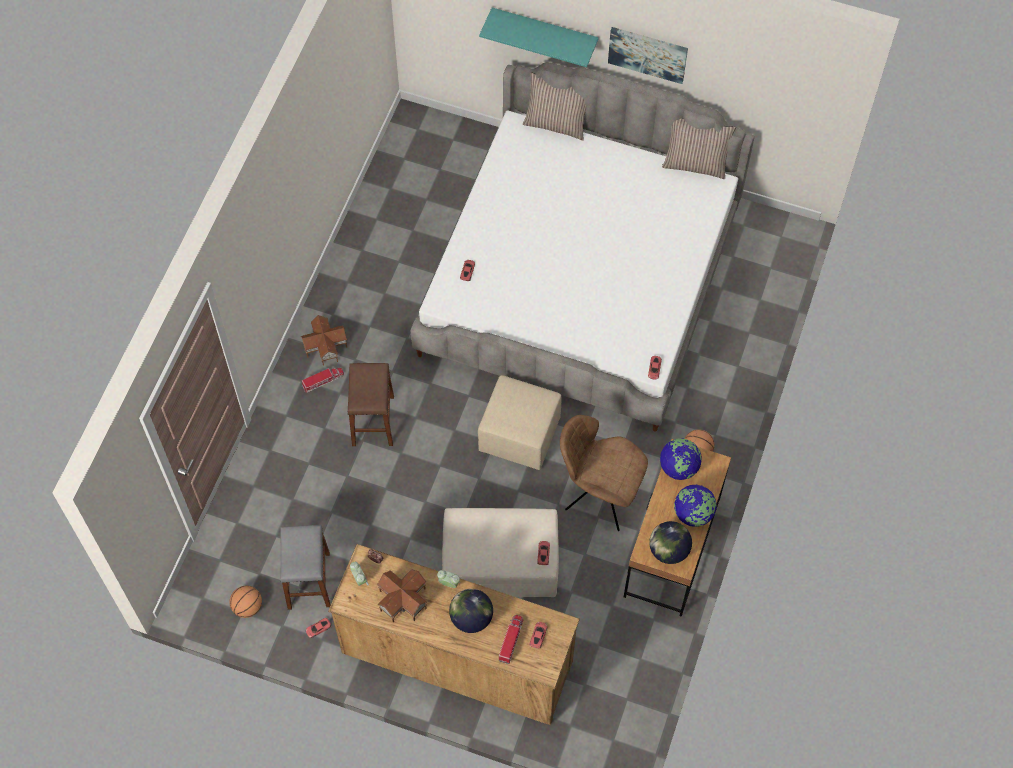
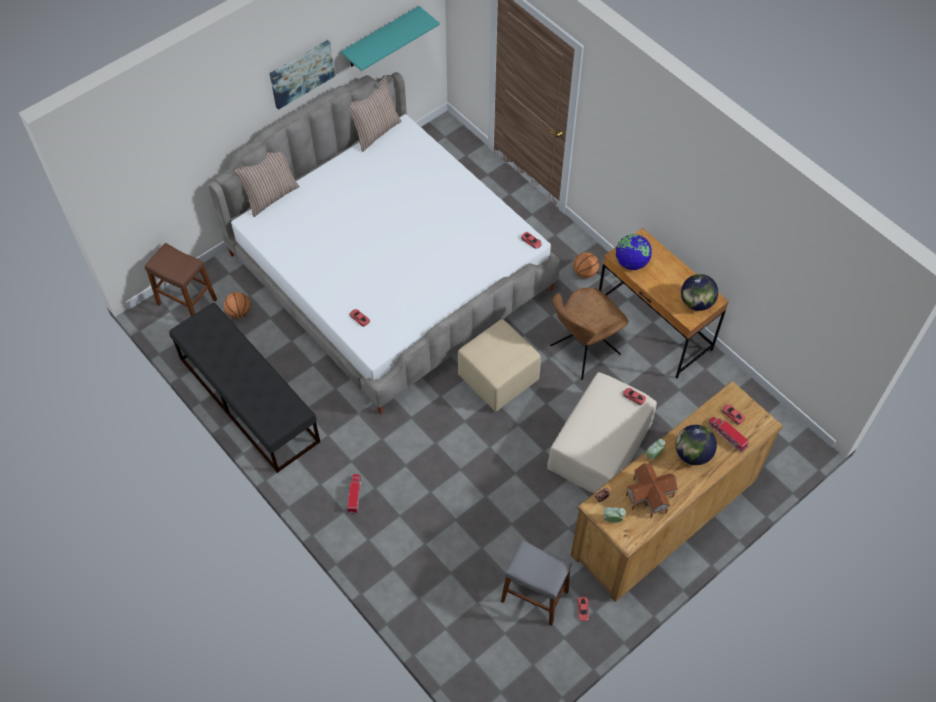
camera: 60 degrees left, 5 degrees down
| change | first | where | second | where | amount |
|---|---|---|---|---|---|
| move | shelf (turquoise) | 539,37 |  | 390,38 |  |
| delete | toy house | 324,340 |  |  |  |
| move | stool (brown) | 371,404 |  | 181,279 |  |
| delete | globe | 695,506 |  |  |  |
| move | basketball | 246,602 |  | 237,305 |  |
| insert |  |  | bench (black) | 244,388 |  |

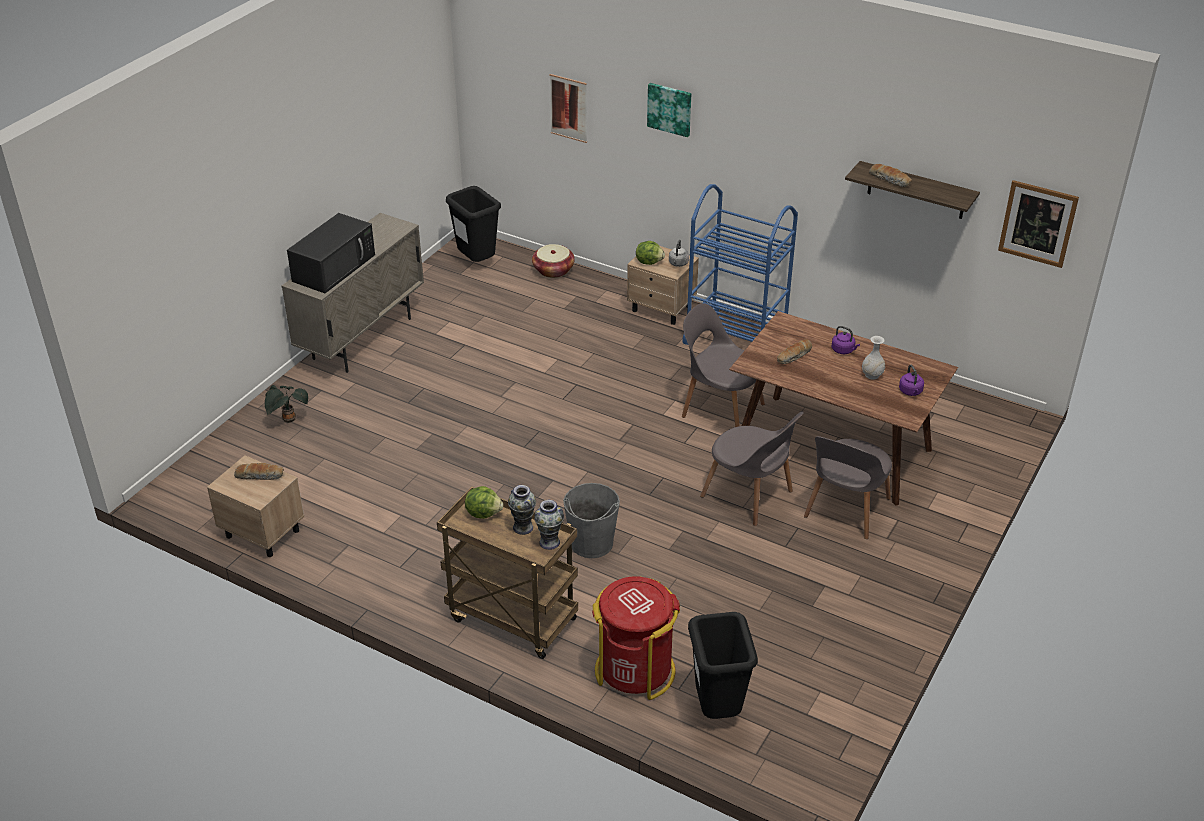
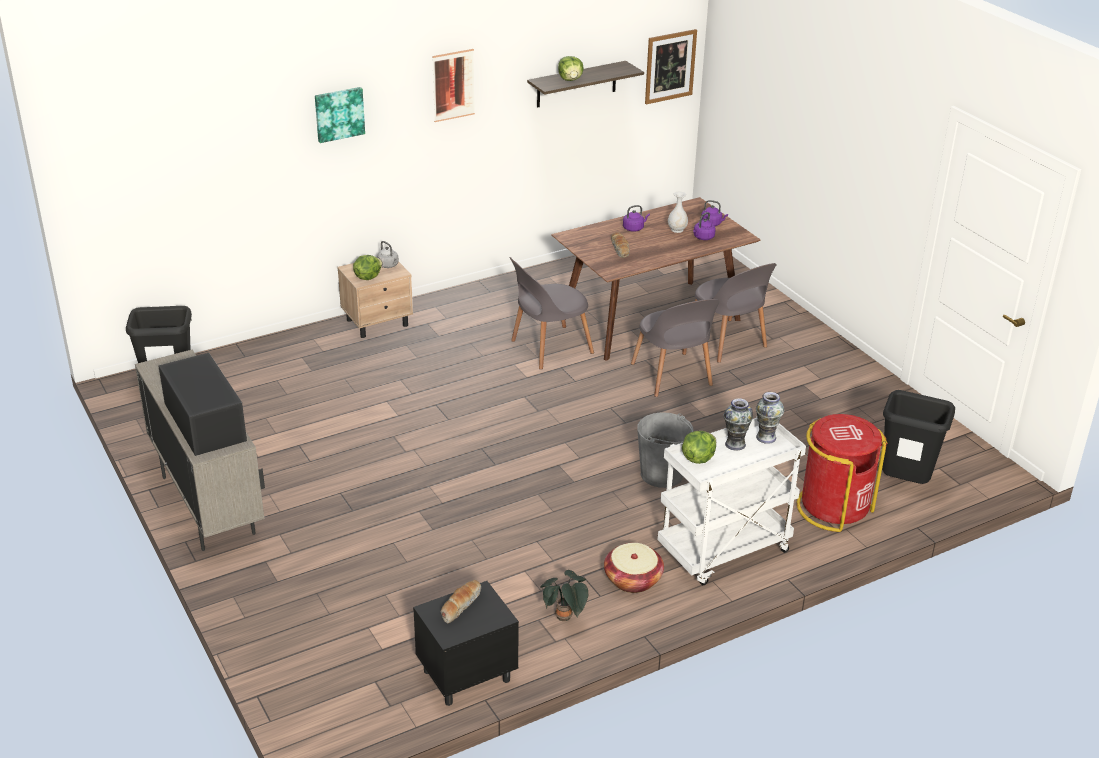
camera: 60 degrees left, 5 degrees down
| change | first | where | second | where | amount |
|---|---|---|---|---|---|
| move | picture | 568,108 |  | 453,85 |  |
| replace | bread | 890,175 | lettuce | 571,68 |  |
| delete | cart (blue) | 740,264 |  |  |  |
| move | basket | 553,261 |  | 634,568 |  |
| move | potted plant | 286,404 |  | 564,595 |  |
| rotate | chair (grey) | 752,468 |  | 675,348 | 90 degrees clockwise |
| recolor | nightstand (beige) | 255,506 | nightstand (black) | 466,643 |  |
| recolor | cart (brown) | 507,572 | cart (white) | 731,500 |  |
| insert |  |  | kettle (purple) | 704,226 |  |

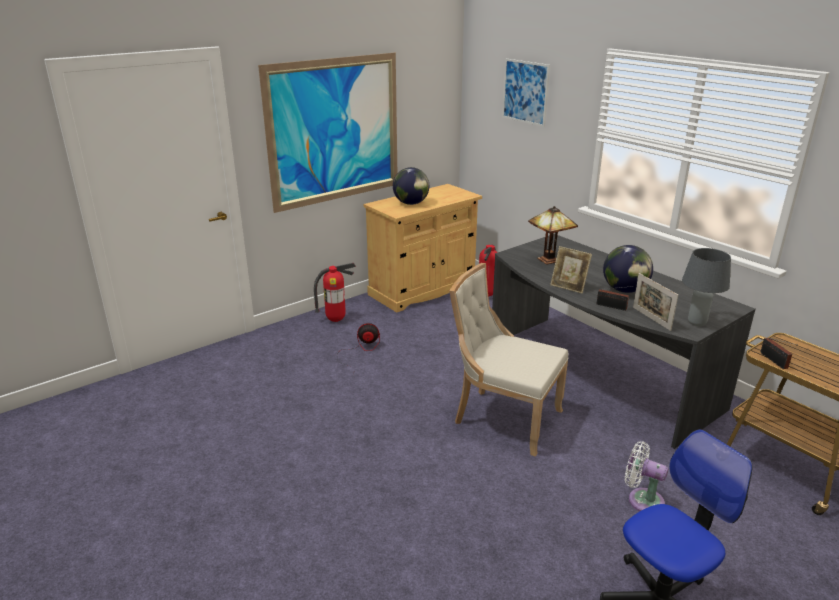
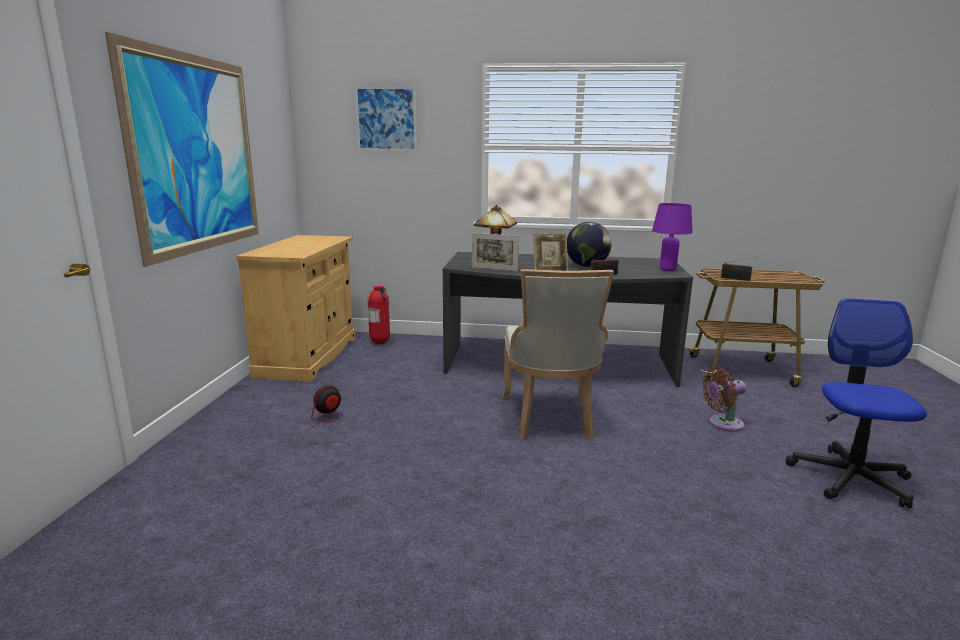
camera: 45 degrees left, 10 degrees down
| change | first | where | second | where | amount |
|---|---|---|---|---|---|
| delete | globe | 411,186 |  |  |  |
| recolor | table lamp (grey) | 706,287 | table lamp (purple) | 672,237 |  |
| delete | fire extinguisher | 335,292 |  |  |  |
| rotate | chair (beige) | 509,360 |  | 558,354 | 75 degrees counterclockwise |
| move | picture frame | 655,302 |  | 495,252 |  |
| recolor | fan (white) | 646,476 | fan (brown) | 724,399 |  |

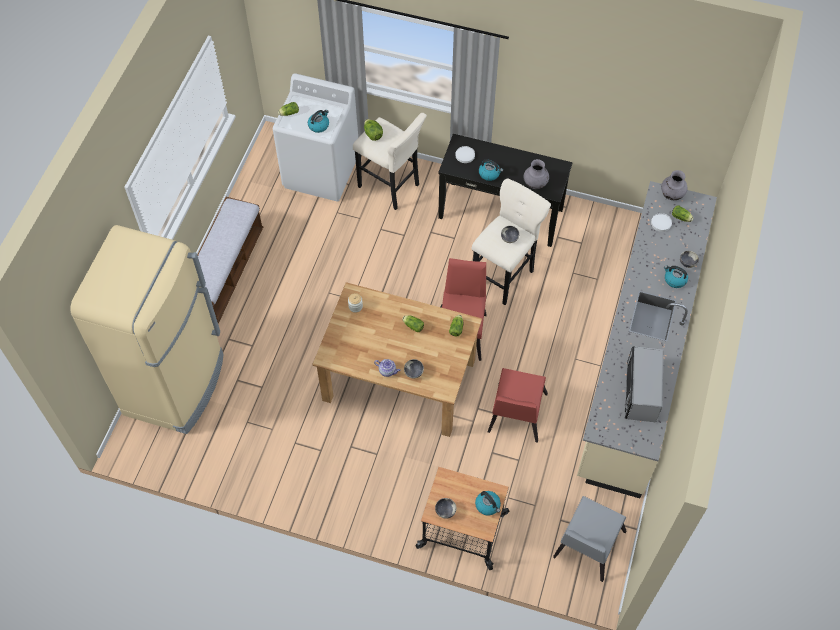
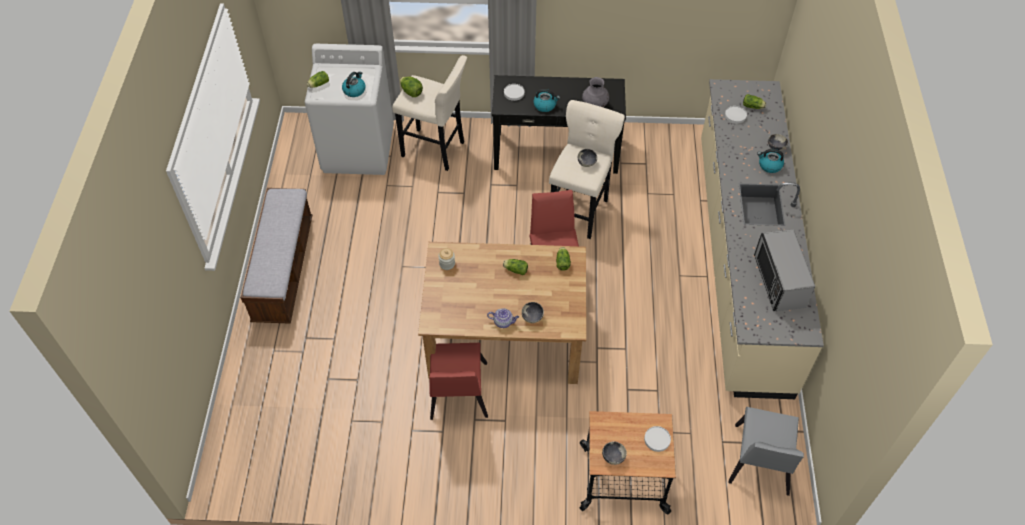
camera: 15 degrees left, 5 degrees down
| change | first | where | second | where | amount |
|---|---|---|---|---|---|
| delete | vase (grey) | 674,185 |  |  |  |
| delete | fridge (beige) | 147,329 |  |  |  |
| move | chair (red) | 518,405 |  | 458,381 |  |
| replace | kettle | 488,503 | plate (white) | 657,439 |  |

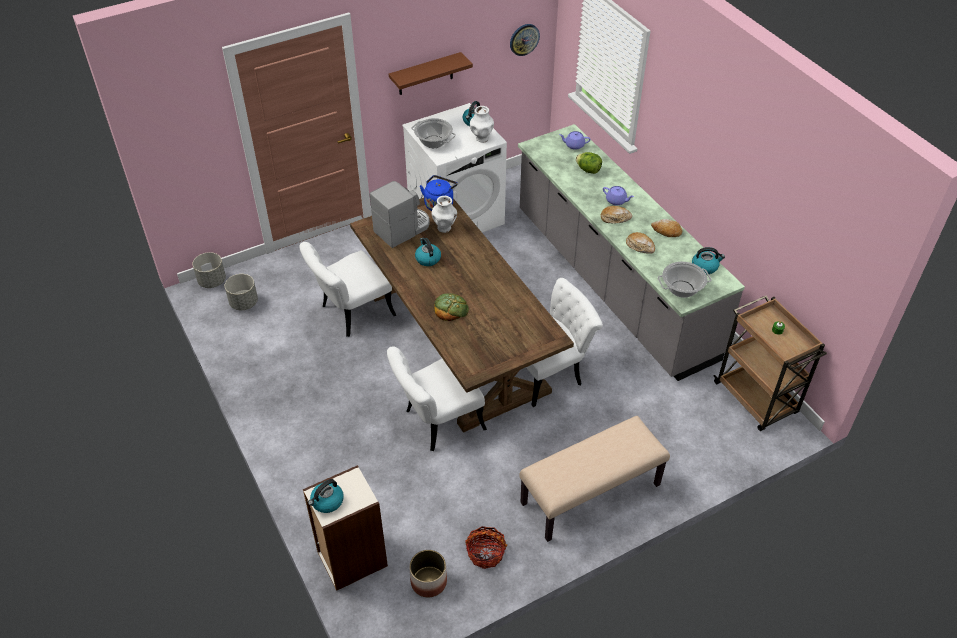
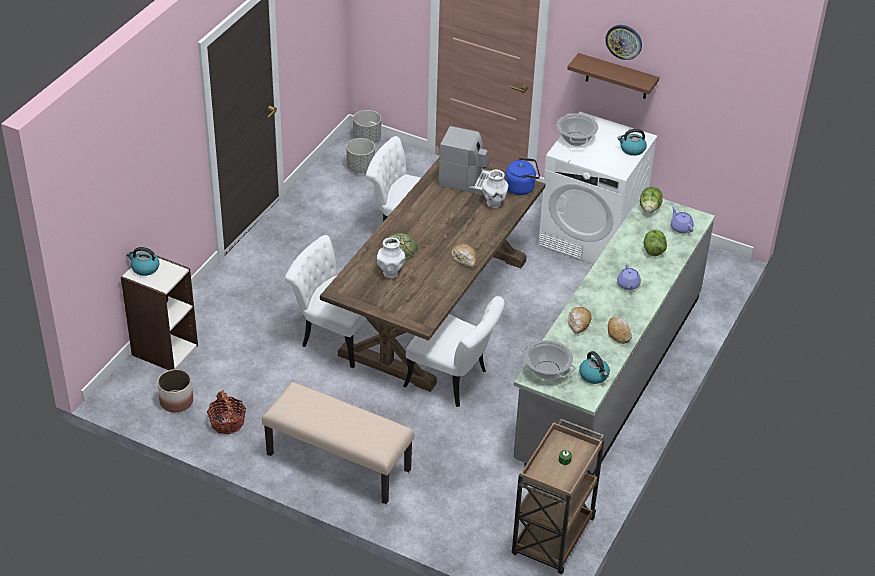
camera: 55 degrees right, 5 degrees down
| change | first | where | second | where | amount |
|---|---|---|---|---|---|
| move | wall clock | 525,40 |  | 623,42 |  |
| move | vase (white) | 482,124 |  | 391,258 |  |
| move | bread | 616,214 |  | 464,255 |  |
| delete | kettle | 428,252 |  |  |  |
| insert |  |  | lettuce | 651,200 |  |

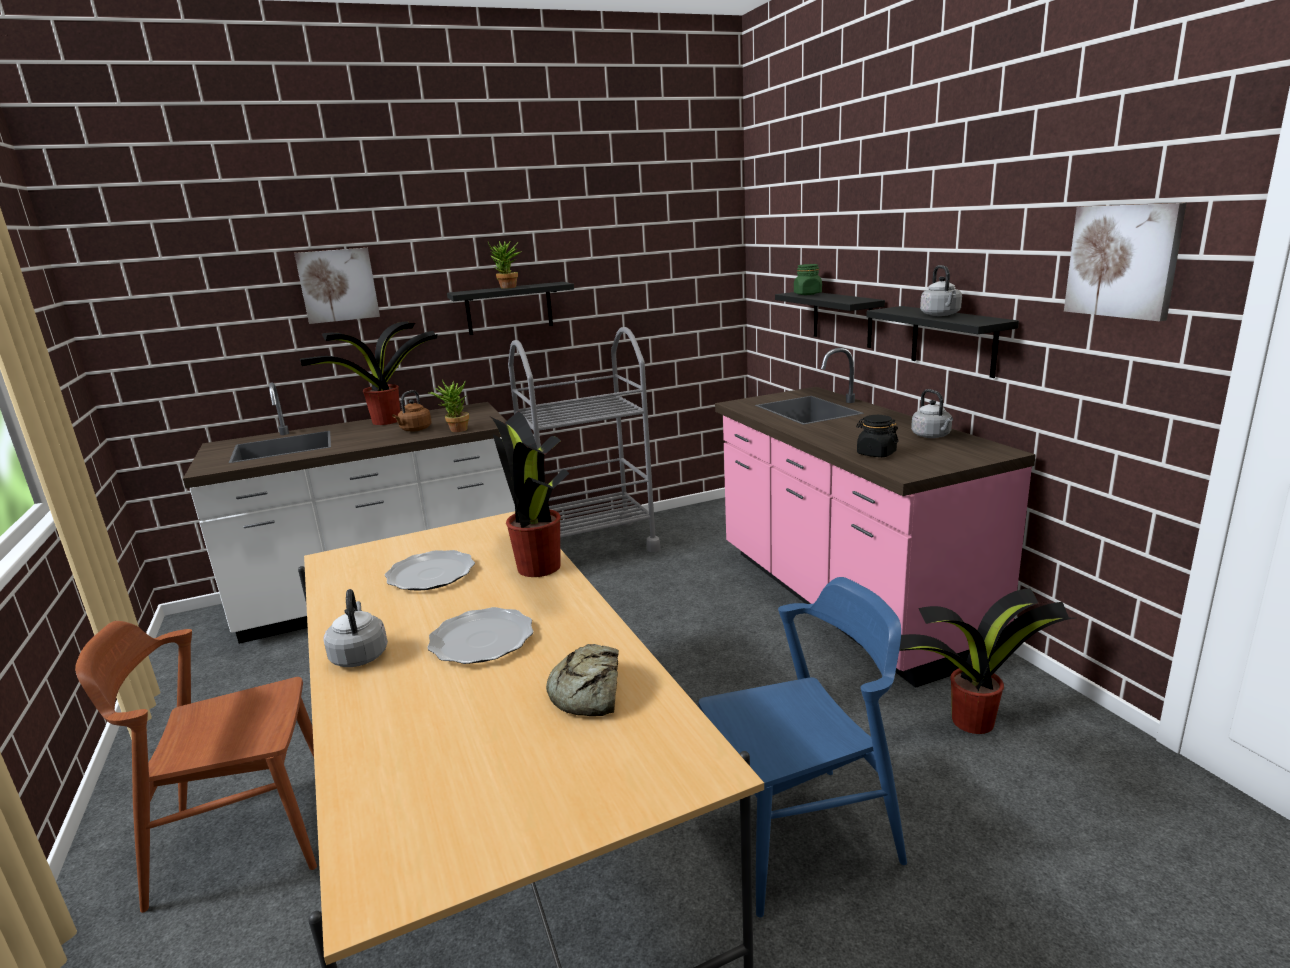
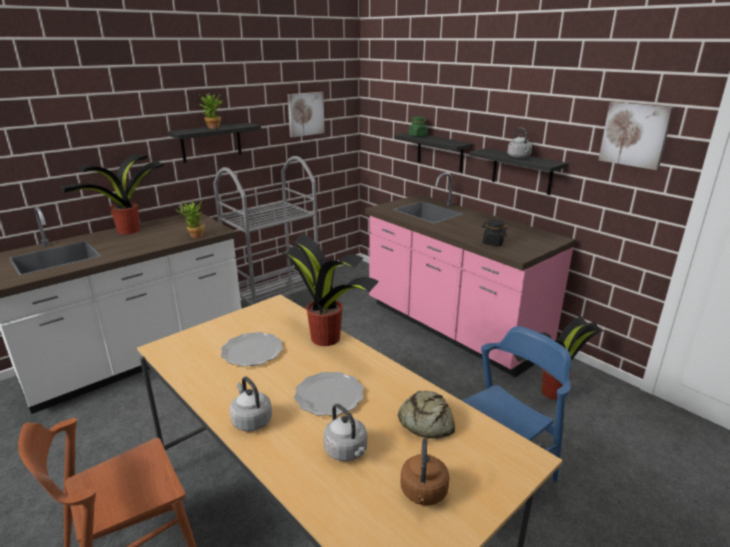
camera: 20 degrees left, 5 degrees up
| change | first | where | second | where | amount |
|---|---|---|---|---|---|
| move | picture | 337,286 |  | 306,114 |  |
| move | kettle (grey) | 932,413 |  | 345,432 |  |
| move | kettle (brown) | 412,411 |  | 424,471 |  |

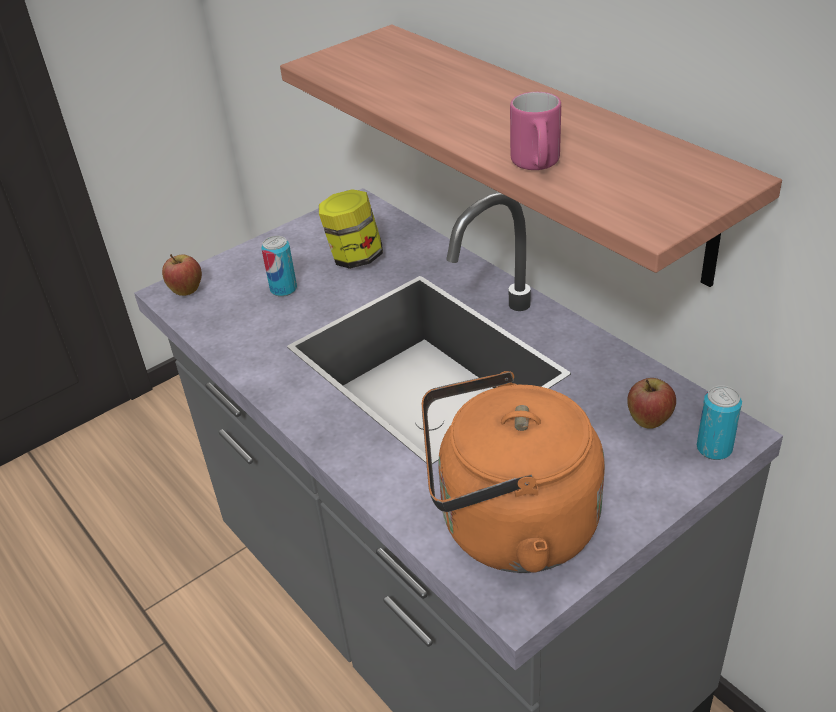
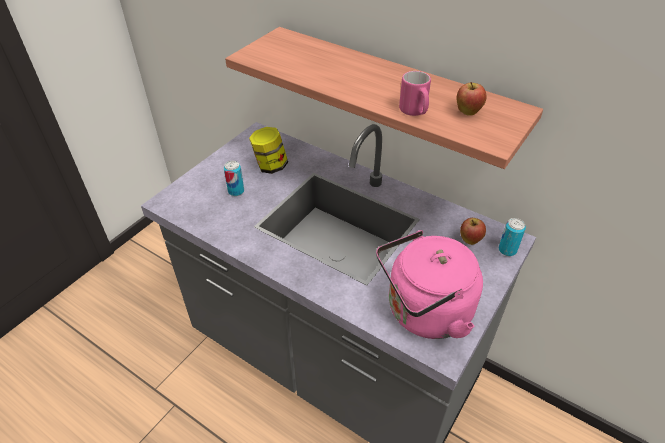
camera: 20 degrees left, 5 degrees up
| change | first | where | second | where | amount |
|---|---|---|---|---|---|
| move | apple | 182,275 |  | 472,99 |  |
| recolor | kettle (orange) | 513,472 | kettle (pink) | 429,284 |  |

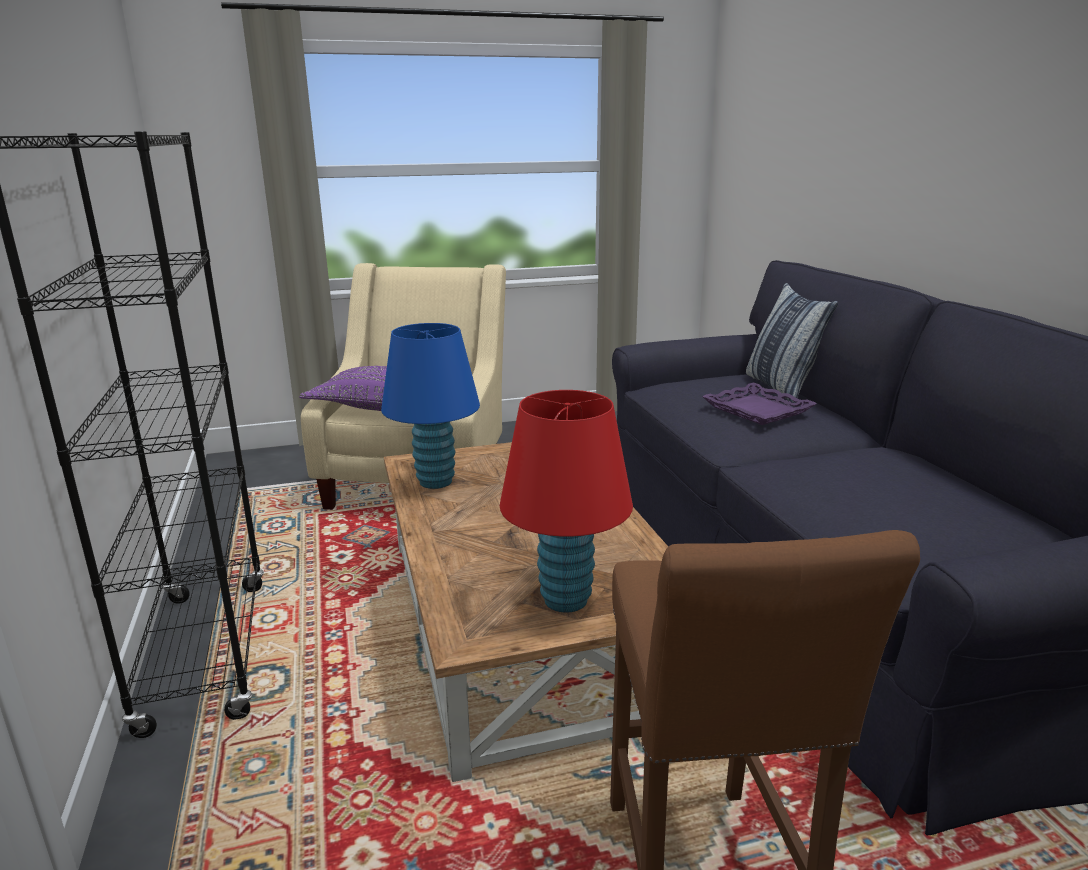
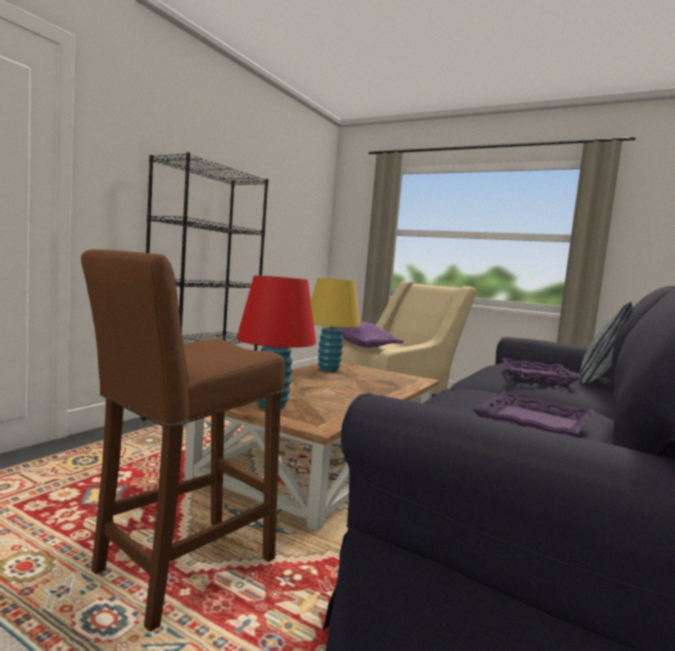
camera: 45 degrees right, 15 degrees down
| change | first | where | second | where | amount |
|---|---|---|---|---|---|
| recolor | table lamp (blue) | 430,406 | table lamp (yellow) | 335,325 |  |
| insert |  |  | tray (purple) | 533,414 |  |

